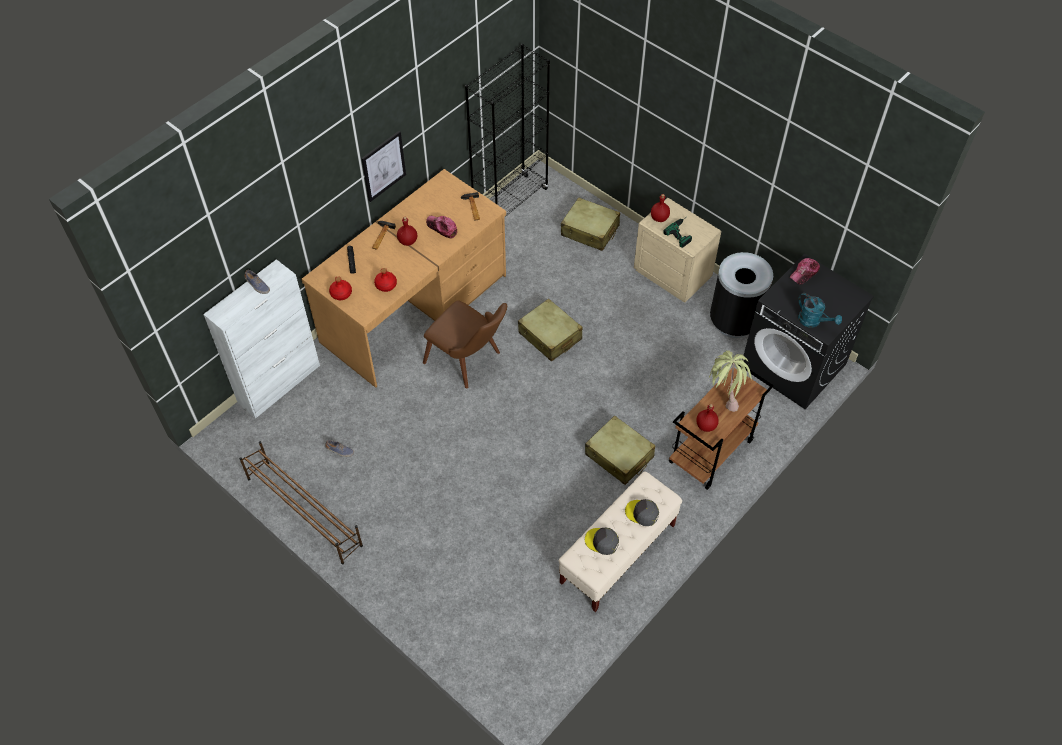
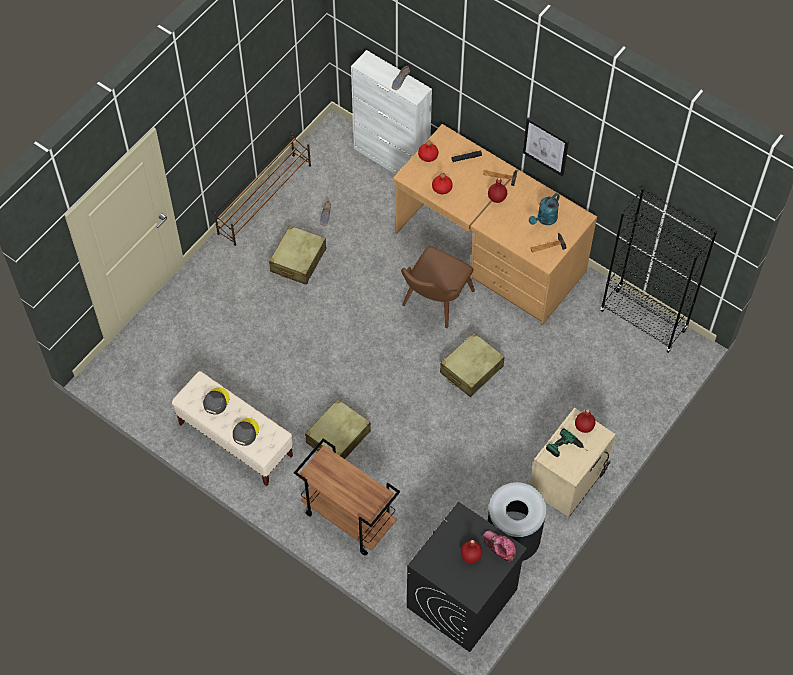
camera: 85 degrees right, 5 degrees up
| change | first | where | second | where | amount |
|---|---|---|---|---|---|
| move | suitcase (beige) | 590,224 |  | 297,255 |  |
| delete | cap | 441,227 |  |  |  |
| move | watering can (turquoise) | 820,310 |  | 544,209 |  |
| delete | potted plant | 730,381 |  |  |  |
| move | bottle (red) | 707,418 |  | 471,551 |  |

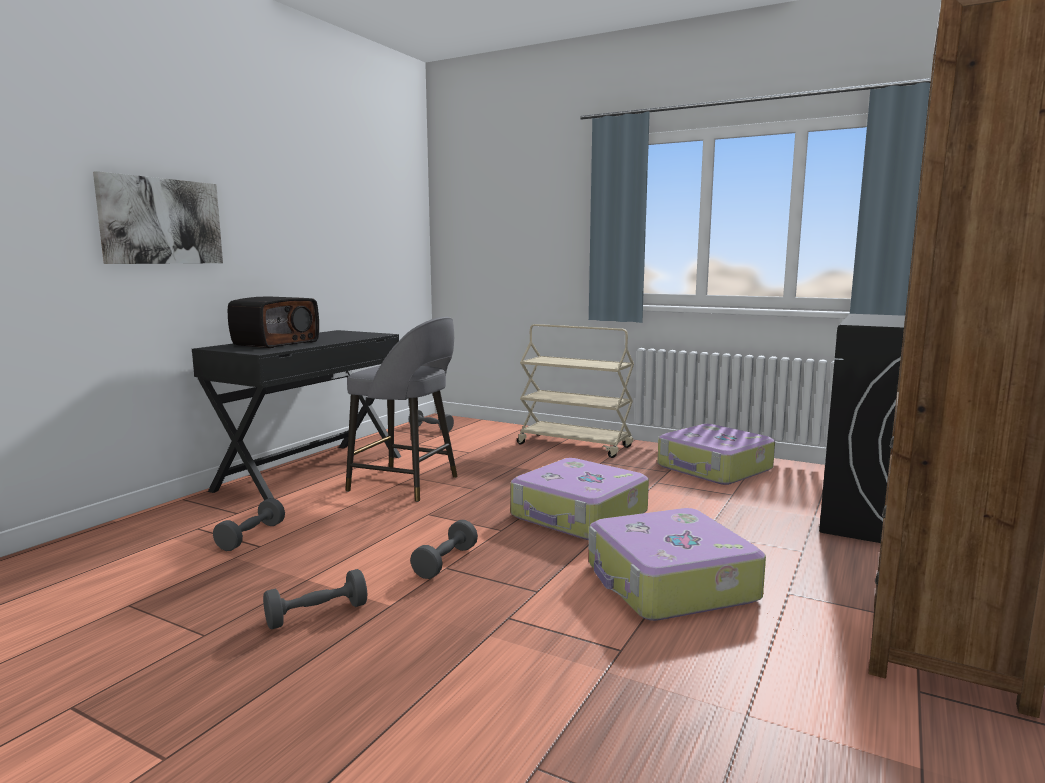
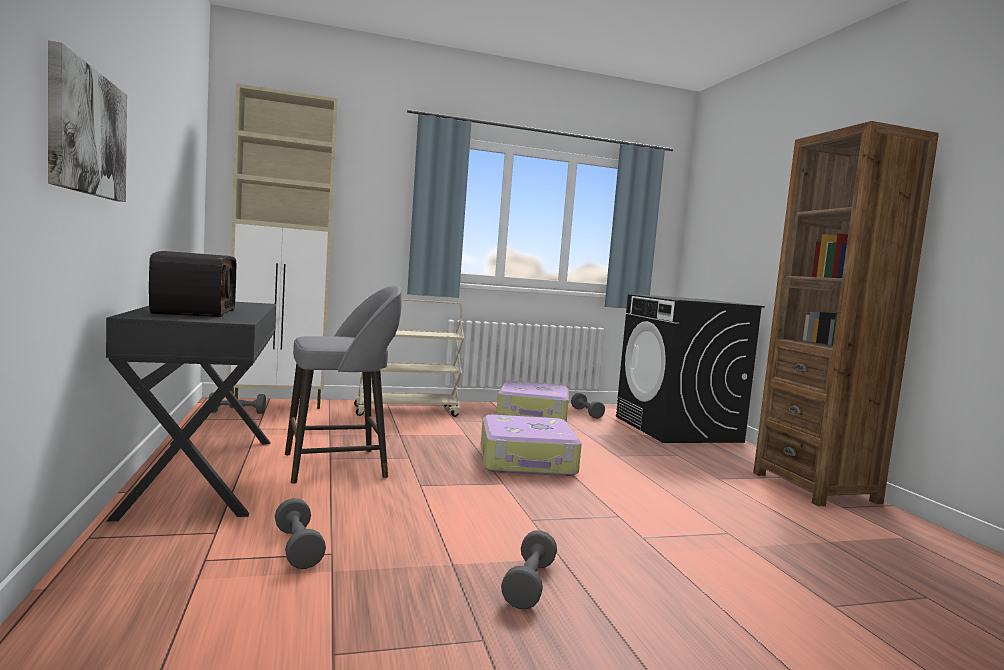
camera: 45 degrees left, 5 degrees down
| change | first | where | second | where | amount |
|---|---|---|---|---|---|
| delete | suitcase | 677,564 |  |  |  |
| move | dumbbell (grey) | 444,549 |  | 588,406 |  |
| insert |  |  | cabinet (beige) | 282,246 |  |

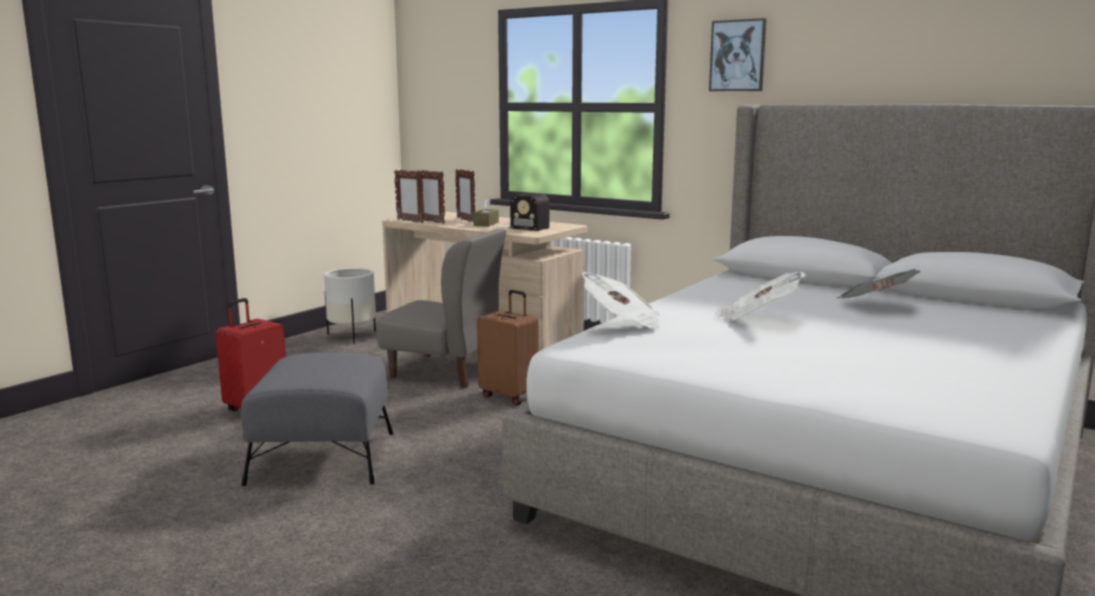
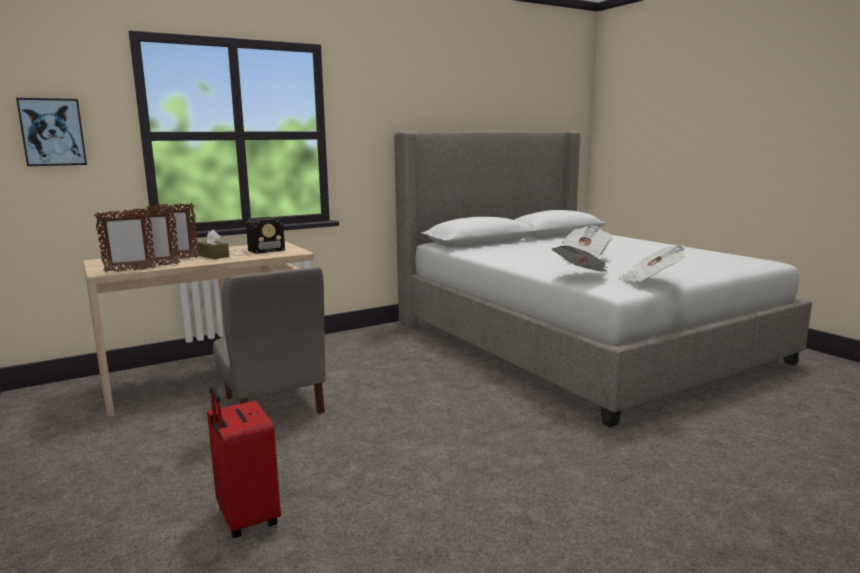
camera: 65 degrees left, 0 degrees up
| change | first | where | second | where | amount |
|---|---|---|---|---|---|
| move | picture | 737,54 |  | 51,132 |  |
| rotate | chair (grey) | 441,308 |  | 269,340 | 105 degrees clockwise |
| delete | planter (white) | 350,306 |  |  |  |
| move | newspaper | 878,284 |  | 653,263 |  |
| delete | suitcase (brown) | 508,347 |  |  |  |
| delete | ottoman (grey) | 317,419 |  |  |  |

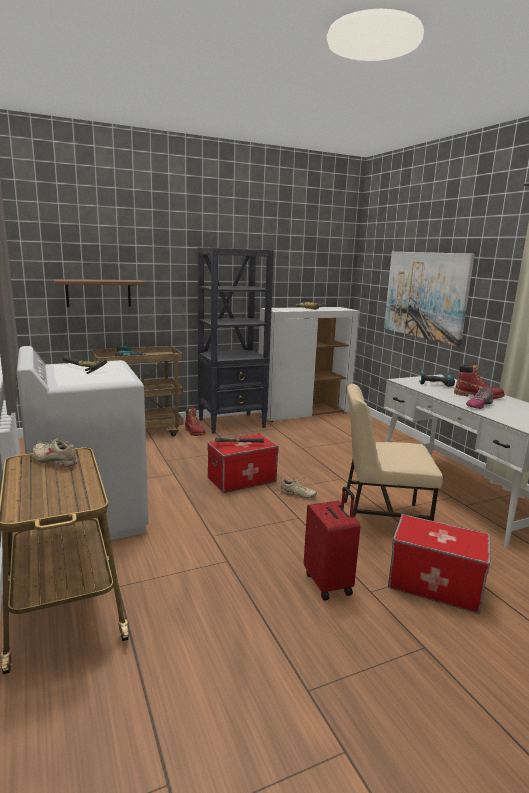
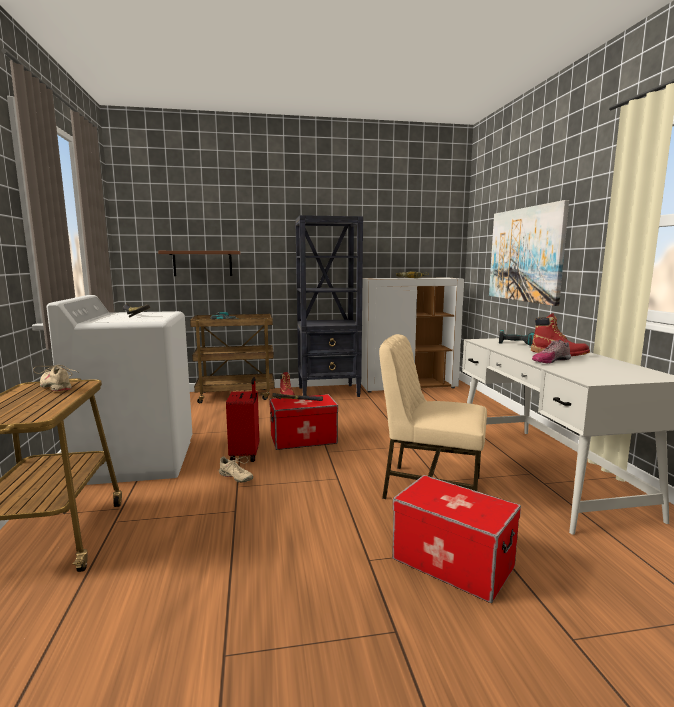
camera: 15 degrees right, 5 degrees down
| change | first | where | second | where | amount |
|---|---|---|---|---|---|
| move | shoe (beige) | 298,488 |  | 236,469 |  |
| move | suitcase (red) | 332,543 |  | 242,419 |  |

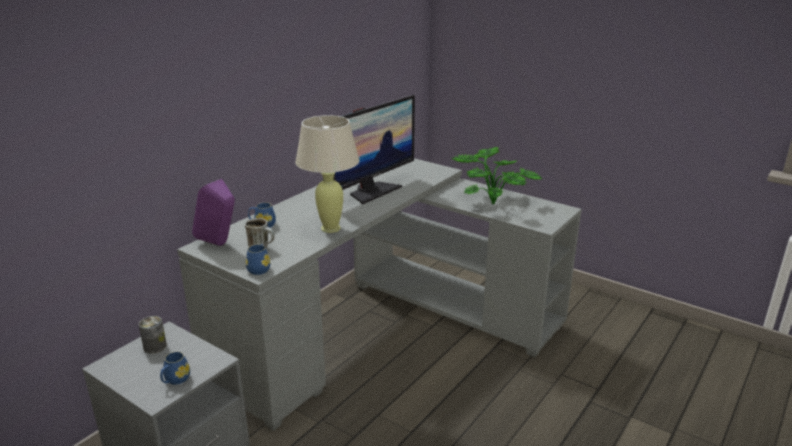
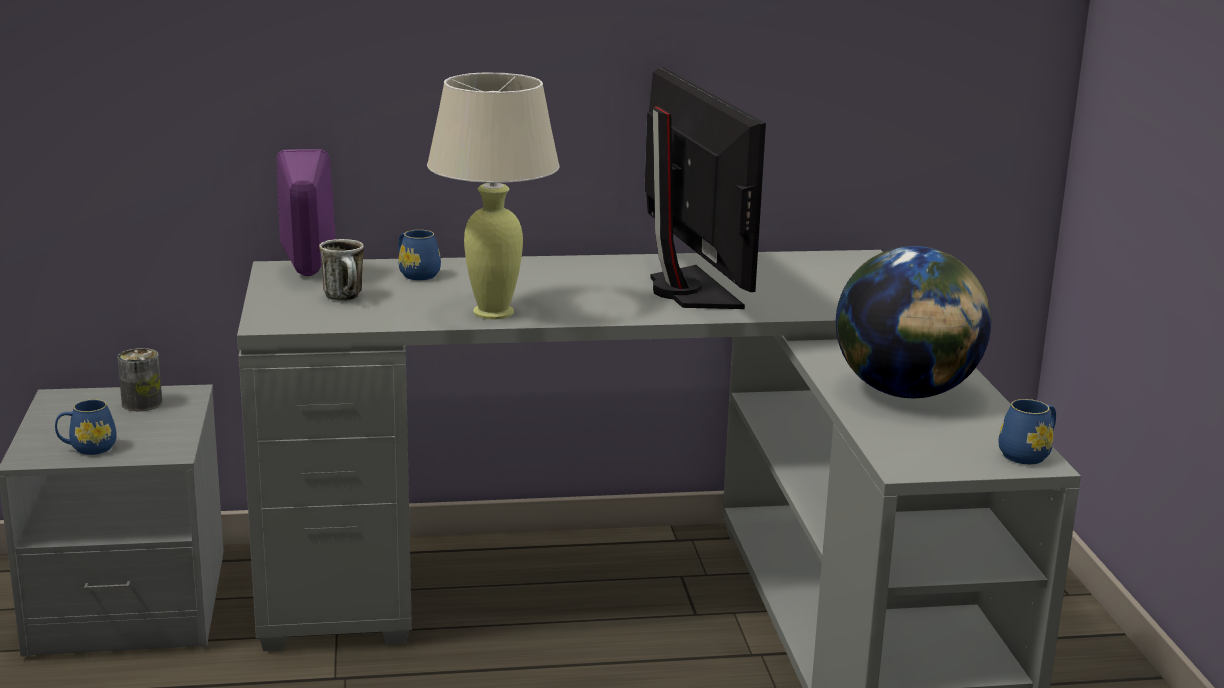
camera: 45 degrees right, 5 degrees down
| change | first | where | second | where | amount |
|---|---|---|---|---|---|
| rotate | monitor | 374,149 |  | 705,188 | 105 degrees counterclockwise |
| replace | potted plant | 497,176 | globe | 913,322 |  |
| move | mug (blue) | 258,259 |  | 1027,431 |  |

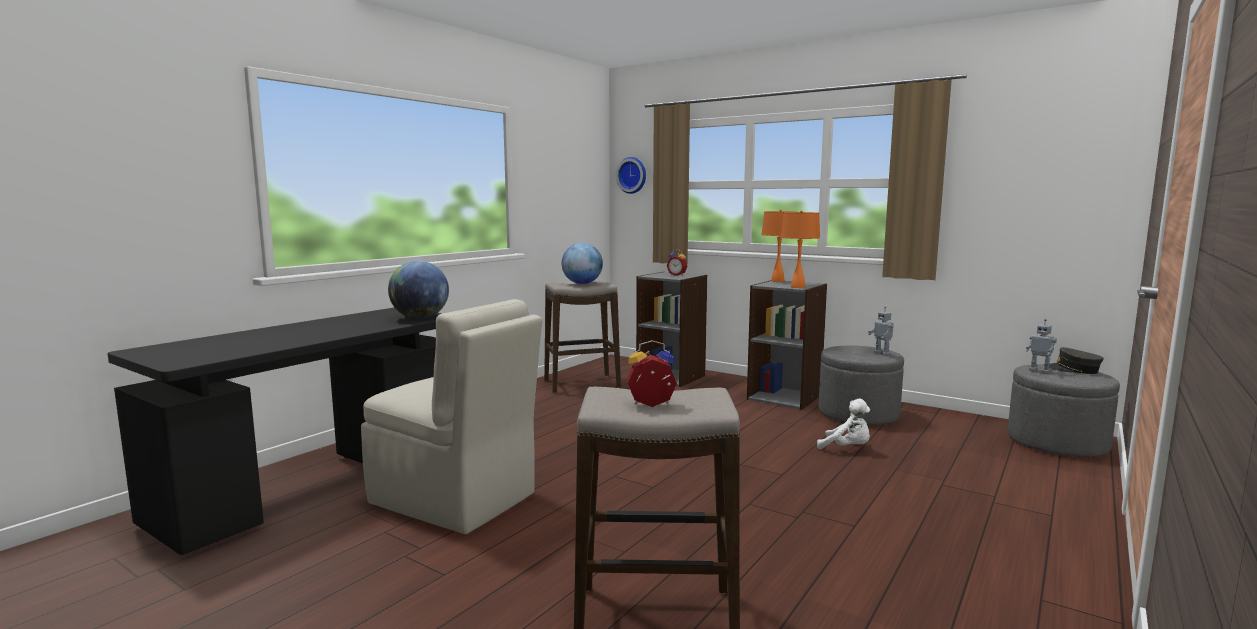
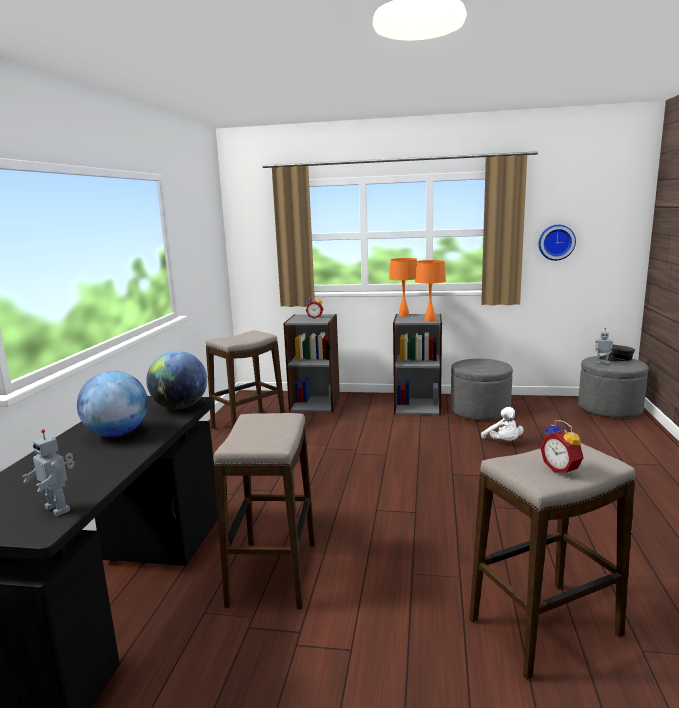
camera: 25 degrees left, 5 degrees up
| change | first | where | second | where | amount |
|---|---|---|---|---|---|
| move | wall clock | 631,175 |  | 557,243 |  |
| move | globe | 582,263 |  | 112,404 |  |
| replace | chair (beige) | 451,416 | stool | 264,511 |  |
| move | toy robot | 881,331 |  | 48,472 |  |
| rotate | alarm clock | 652,373 |  | 562,448 | 90 degrees counterclockwise |
| rotate | plush toy (white) | 843,423 |  | 502,424 | 60 degrees clockwise |

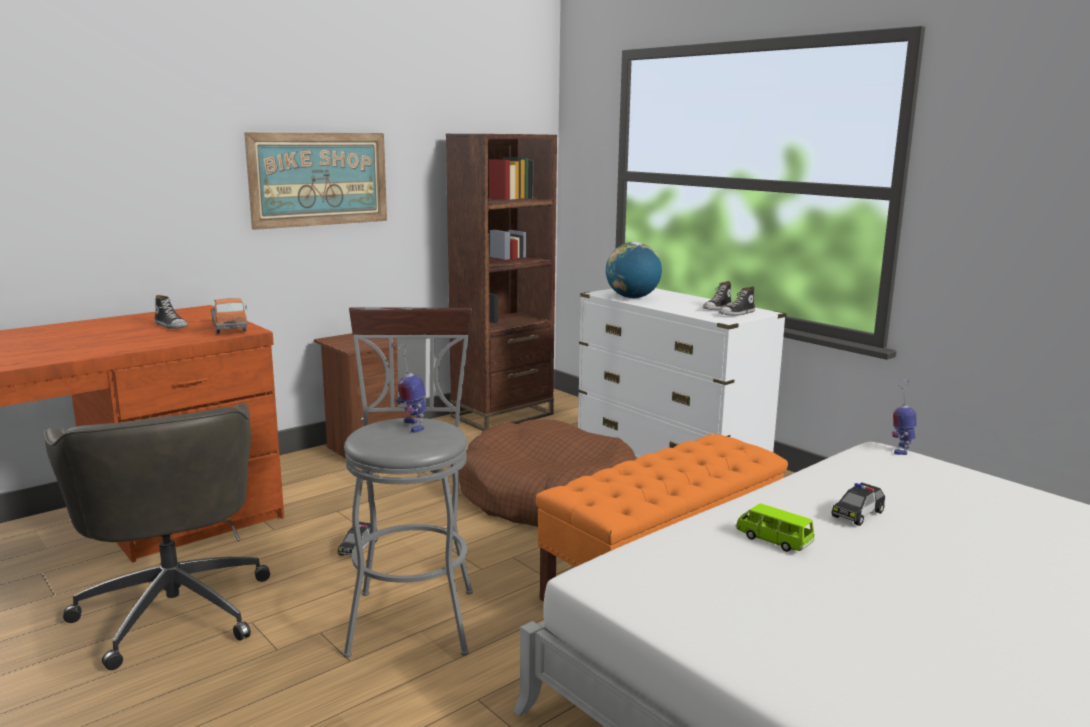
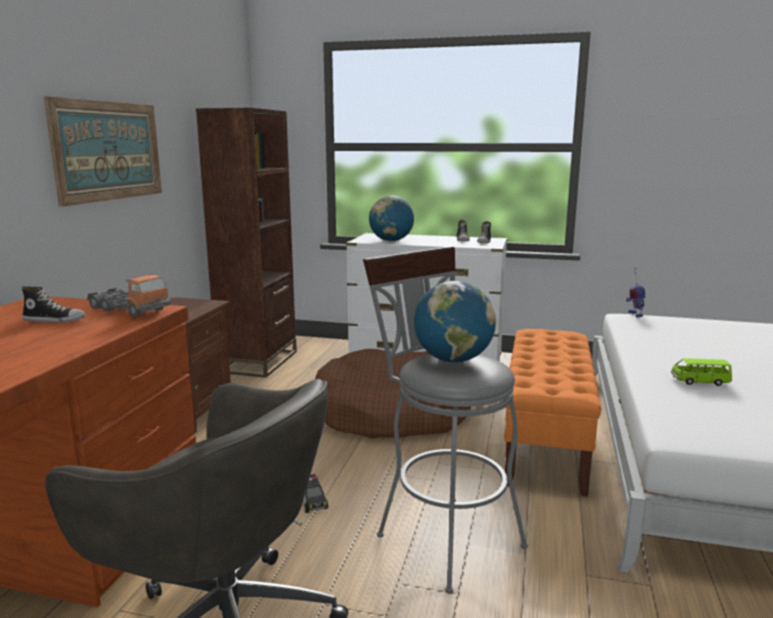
camera: 35 degrees left, 0 degrees up
| change | first | where | second | where | amount |
|---|---|---|---|---|---|
| replace | toy robot | 412,388 | globe | 455,321 |  |
| delete | toy car | 858,504 |  |  |  |

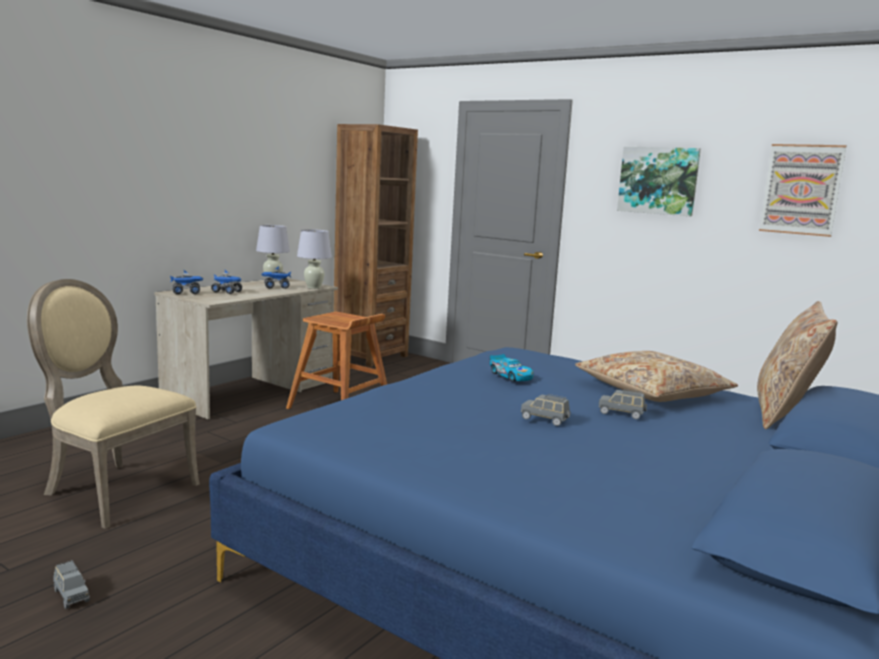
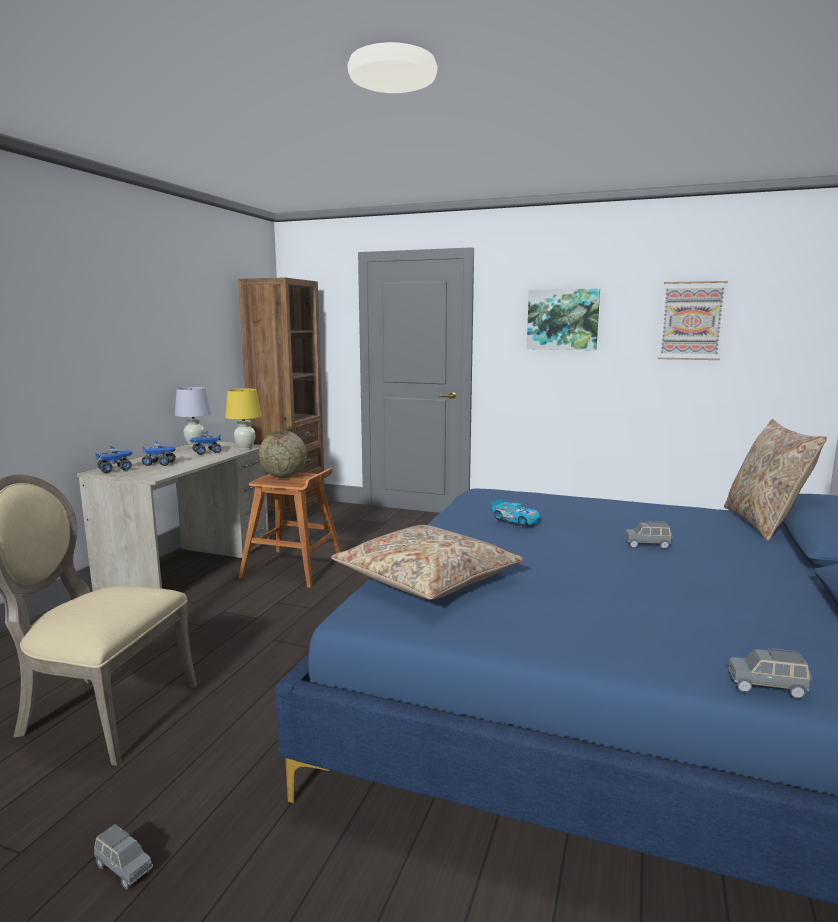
camera: 15 degrees left, 0 degrees up
| change | first | where | second | where | amount |
|---|---|---|---|---|---|
| recolor | table lamp (white) | 314,259 | table lamp (yellow) | 243,419 |  |
| move | pillow (beige) | 656,376 |  | 427,562 |  |
| move | toy car (grey) | 545,410 |  | 769,673 |  |
| insert |  |  | globe | 283,454 |  |

